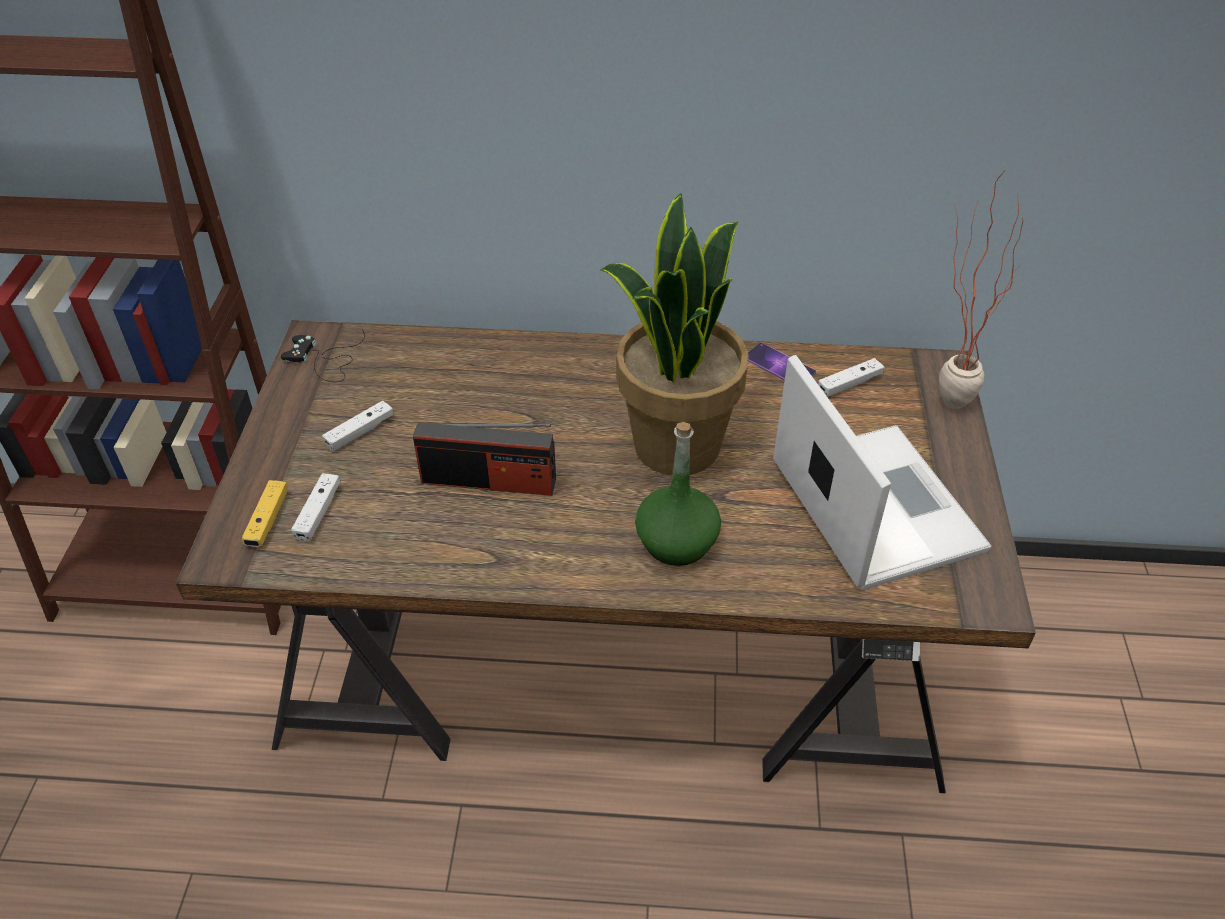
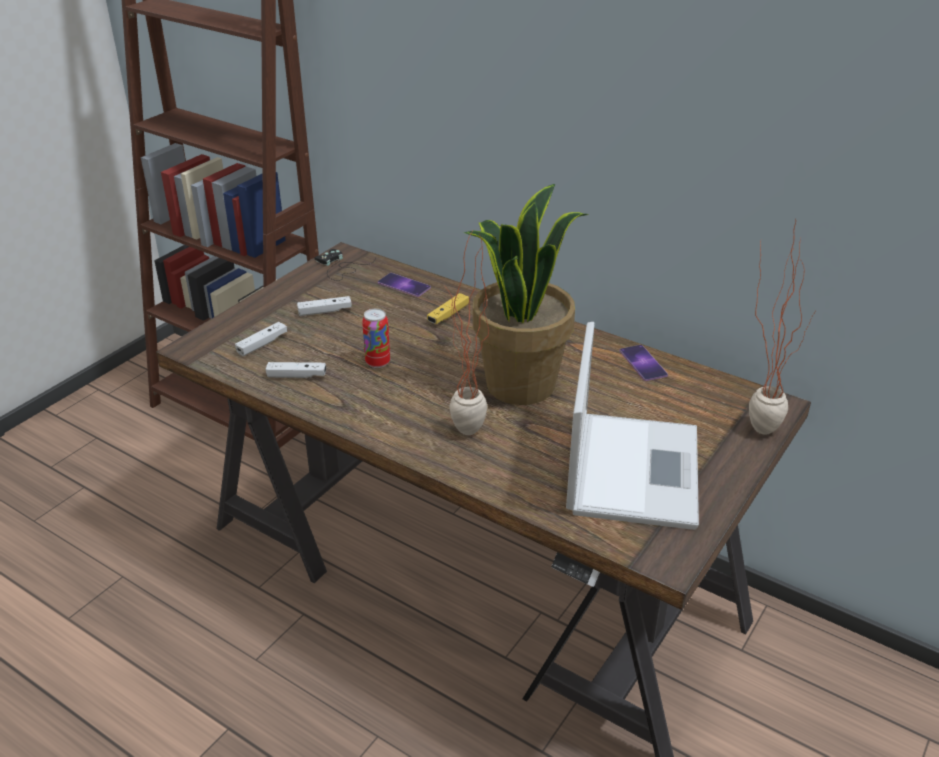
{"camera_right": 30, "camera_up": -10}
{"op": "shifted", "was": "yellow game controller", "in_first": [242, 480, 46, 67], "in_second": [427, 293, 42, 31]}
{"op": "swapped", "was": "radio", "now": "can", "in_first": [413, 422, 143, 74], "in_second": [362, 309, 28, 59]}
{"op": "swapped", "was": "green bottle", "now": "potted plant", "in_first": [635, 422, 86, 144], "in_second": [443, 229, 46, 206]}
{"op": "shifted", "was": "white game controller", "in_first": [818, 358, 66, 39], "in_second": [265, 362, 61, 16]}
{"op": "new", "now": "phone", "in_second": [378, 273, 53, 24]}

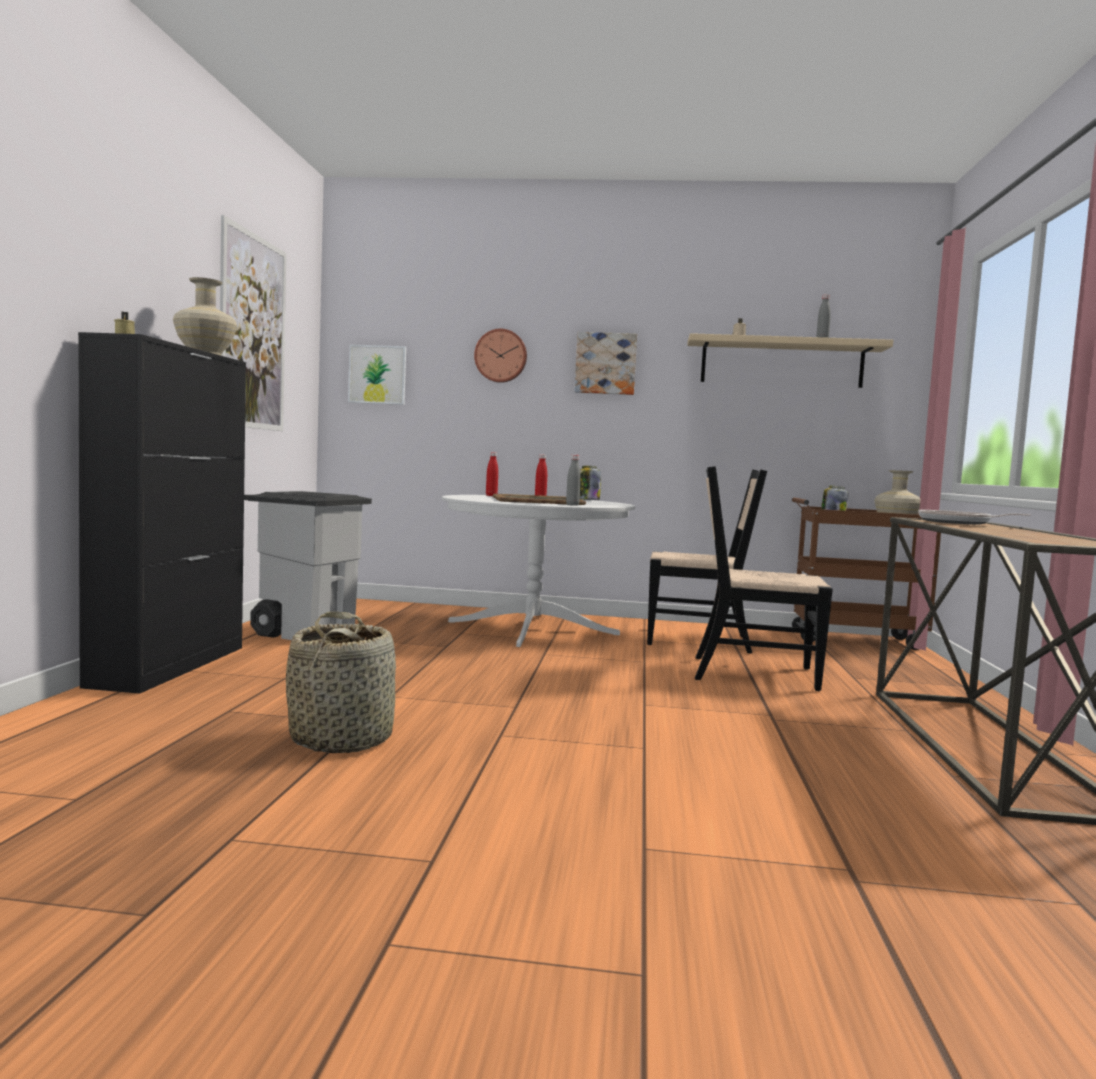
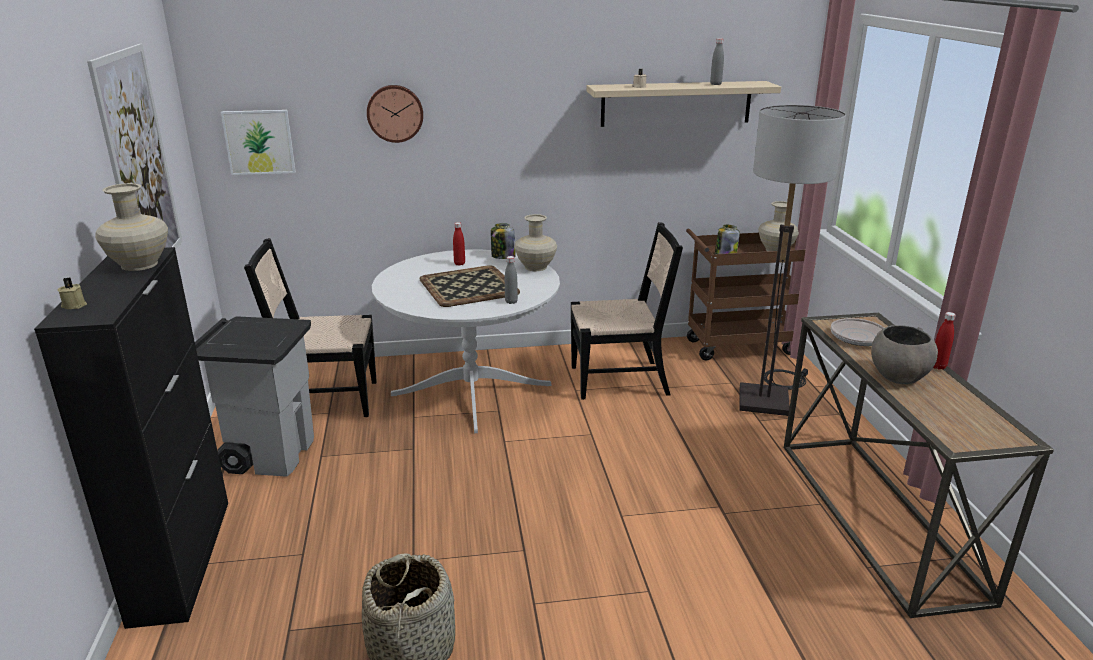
{"camera_right": -15, "camera_up": 20}
{"op": "shifted", "was": "red bottle", "in_first": [486, 452, 12, 44], "in_second": [933, 312, 23, 58]}
{"op": "gone", "was": "picture", "in_first": [574, 332, 63, 63]}
{"op": "shifted", "was": "chair", "in_first": [695, 466, 138, 225], "in_second": [244, 238, 133, 179]}
{"op": "new", "now": "beige vase", "in_second": [514, 214, 43, 57]}
{"op": "new", "now": "floor lamp", "in_second": [739, 105, 107, 311]}
{"op": "new", "now": "grey bowl", "in_second": [871, 325, 67, 59]}

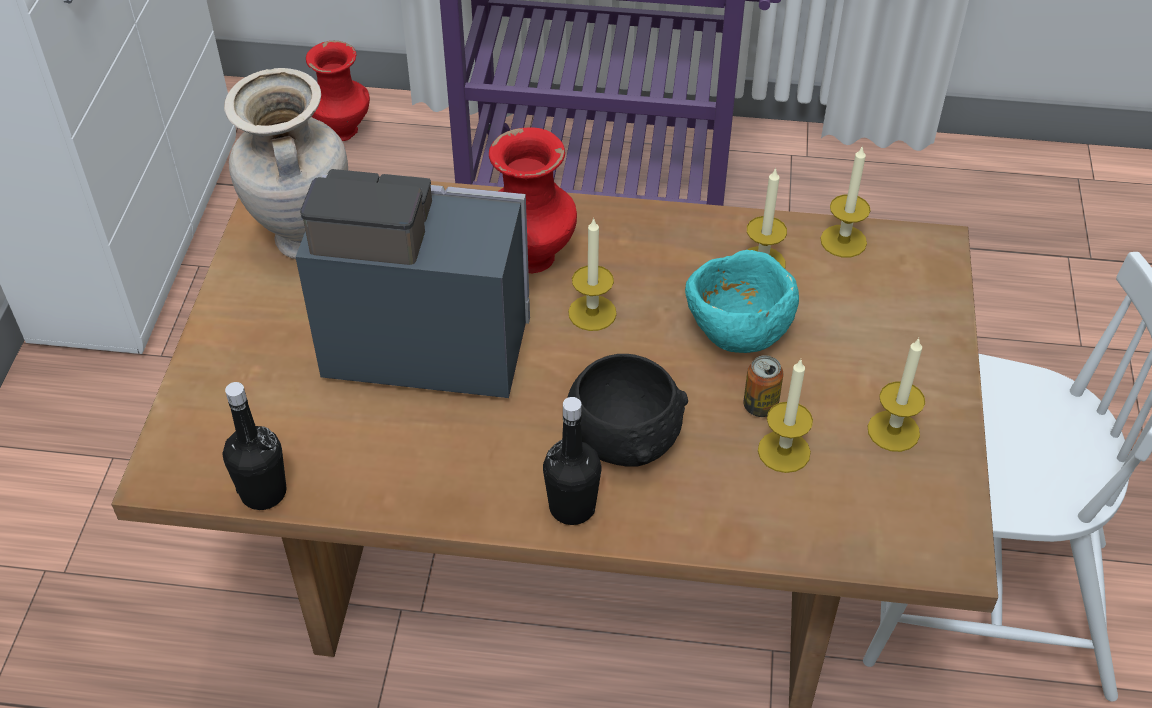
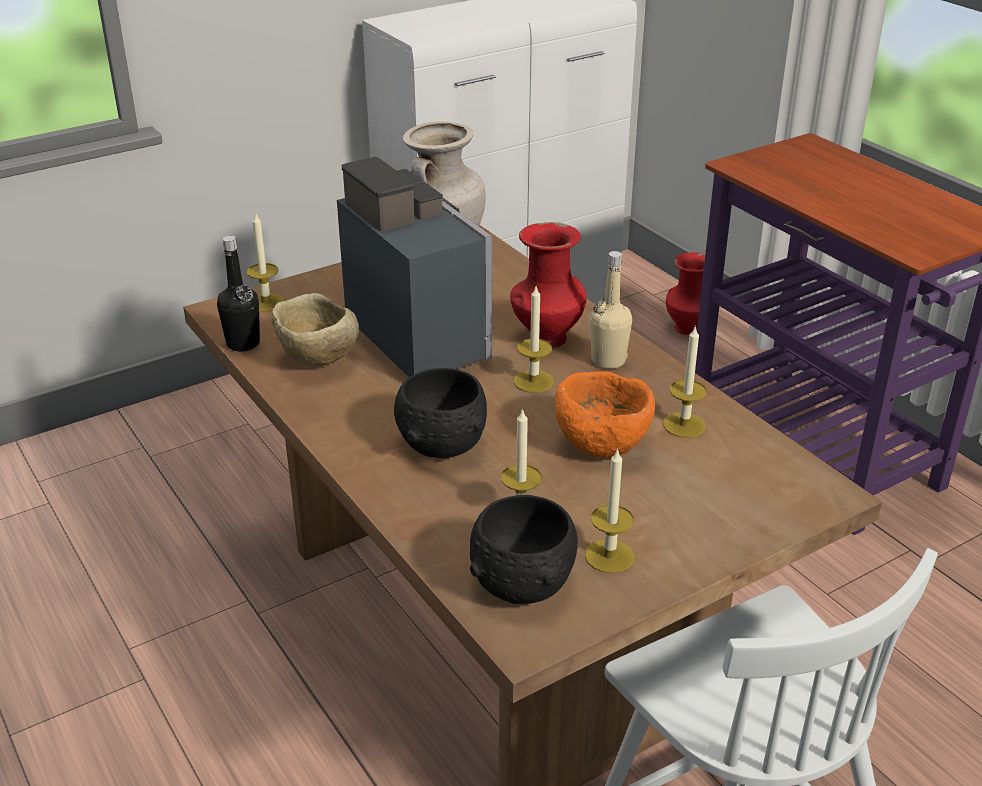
{"camera_right": 50, "camera_up": -15}
{"op": "gone", "was": "black bottle", "in_first": [543, 397, 59, 128]}
{"op": "repainted", "was": "turquoise bowl", "now": "orange bowl", "in_first": [685, 250, 114, 103], "in_second": [555, 371, 100, 87]}
{"op": "gone", "was": "can", "in_first": [743, 356, 40, 61]}
{"op": "shifted", "was": "candle", "in_first": [820, 145, 51, 112], "in_second": [246, 212, 39, 100]}
{"op": "new", "now": "beige bowl", "in_second": [271, 293, 88, 72]}
{"op": "new", "now": "black bowl", "in_second": [470, 495, 108, 109]}
{"op": "new", "now": "beige bottle", "in_second": [590, 251, 42, 118]}

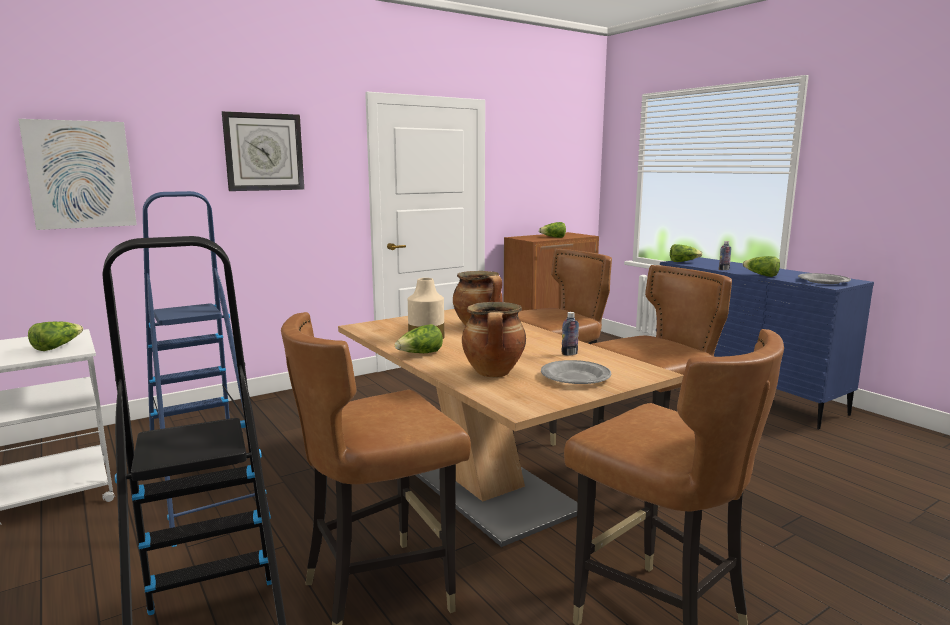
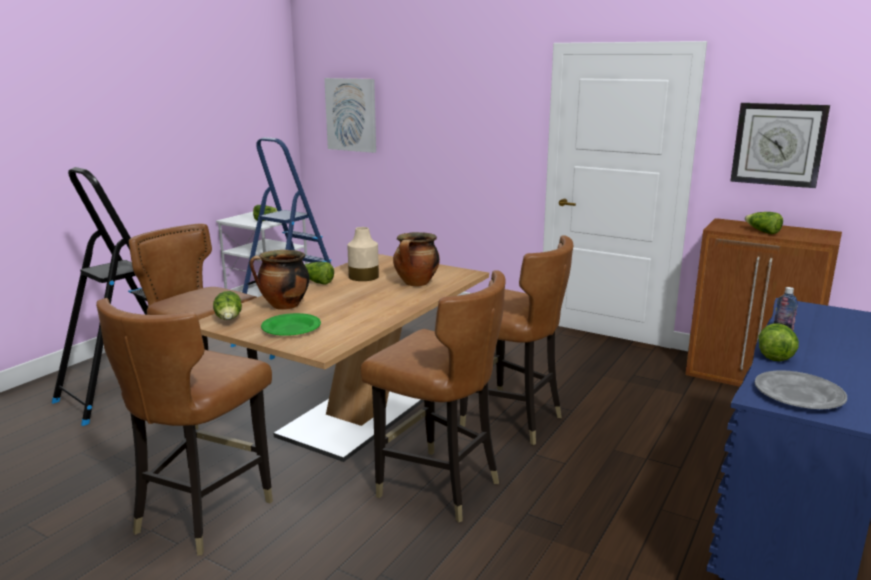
{"camera_right": 65, "camera_up": 5}
{"op": "shifted", "was": "wall clock", "in_first": [222, 111, 82, 80], "in_second": [730, 103, 100, 85]}
{"op": "repainted", "was": "grey plate", "now": "green plate", "in_first": [541, 360, 70, 24], "in_second": [261, 313, 60, 23]}
{"op": "gone", "was": "bottle", "in_first": [562, 312, 17, 44]}
{"op": "shifted", "was": "lettuce", "in_first": [670, 244, 32, 18], "in_second": [213, 291, 29, 29]}

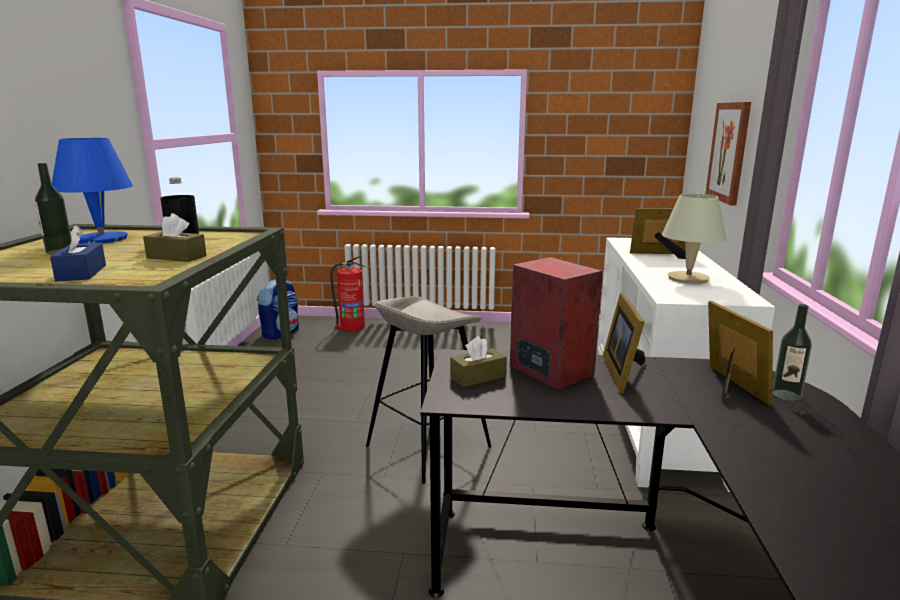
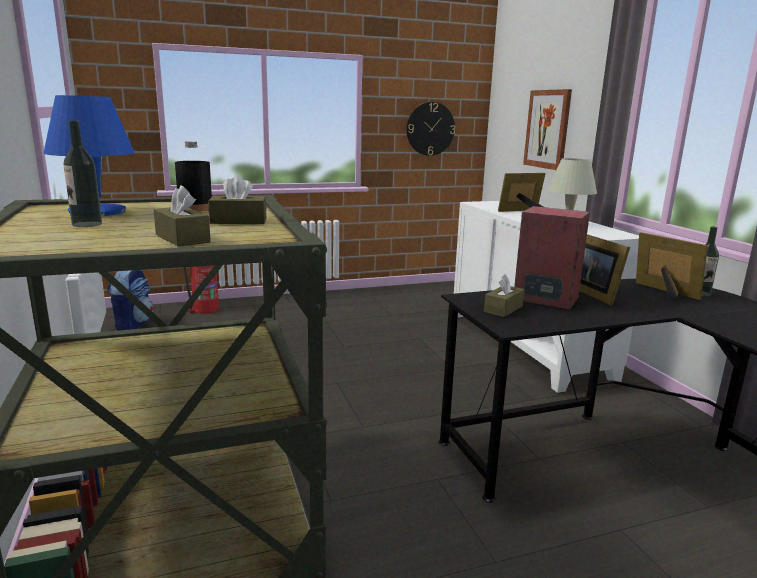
{"camera_right": -25, "camera_up": 0}
{"op": "repainted", "was": "blue tissue box", "now": "brown tissue box", "in_first": [50, 225, 56, 56], "in_second": [154, 186, 57, 61]}
{"op": "gone", "was": "grey stool", "in_first": [366, 296, 125, 188]}
{"op": "new", "now": "wall clock", "in_second": [407, 102, 48, 54]}

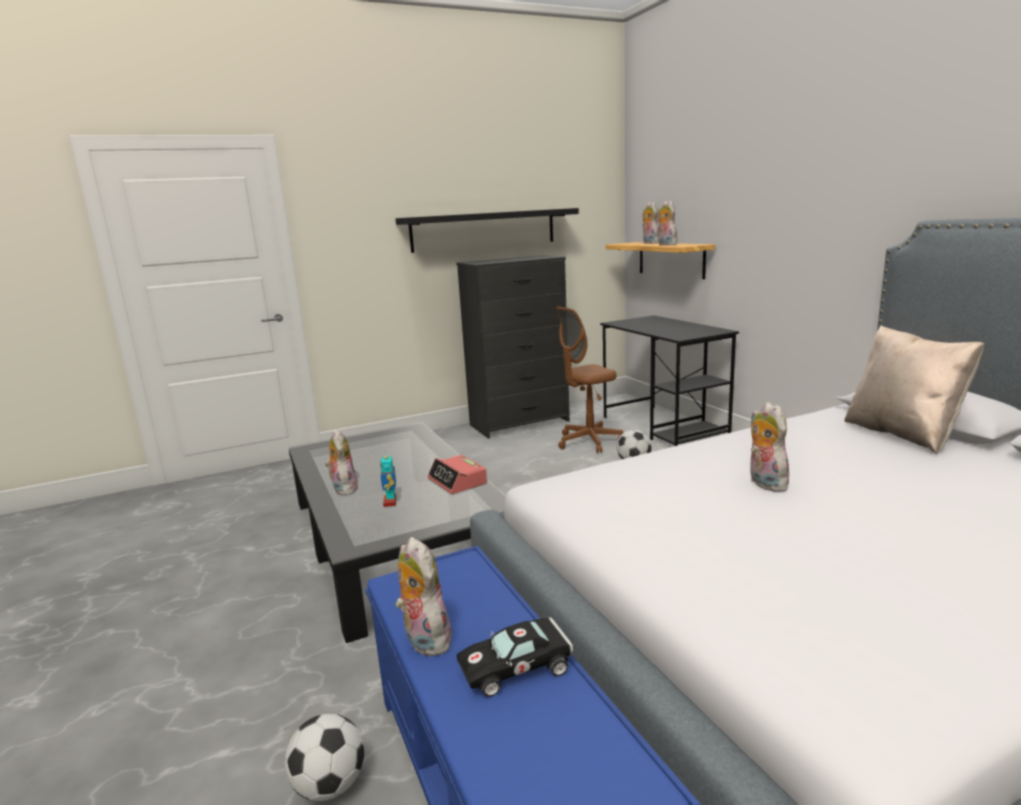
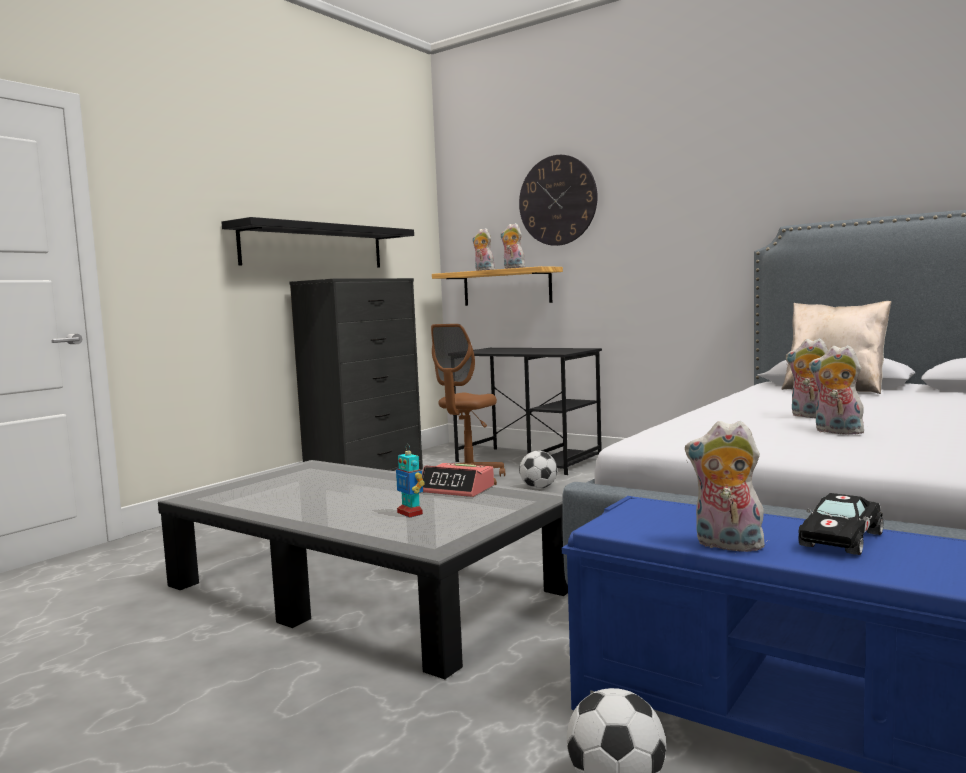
{"camera_right": -30, "camera_up": -10}
{"op": "shifted", "was": "plush toy", "in_first": [325, 429, 33, 66], "in_second": [809, 345, 55, 89]}
{"op": "new", "now": "wall clock", "in_second": [519, 155, 79, 91]}

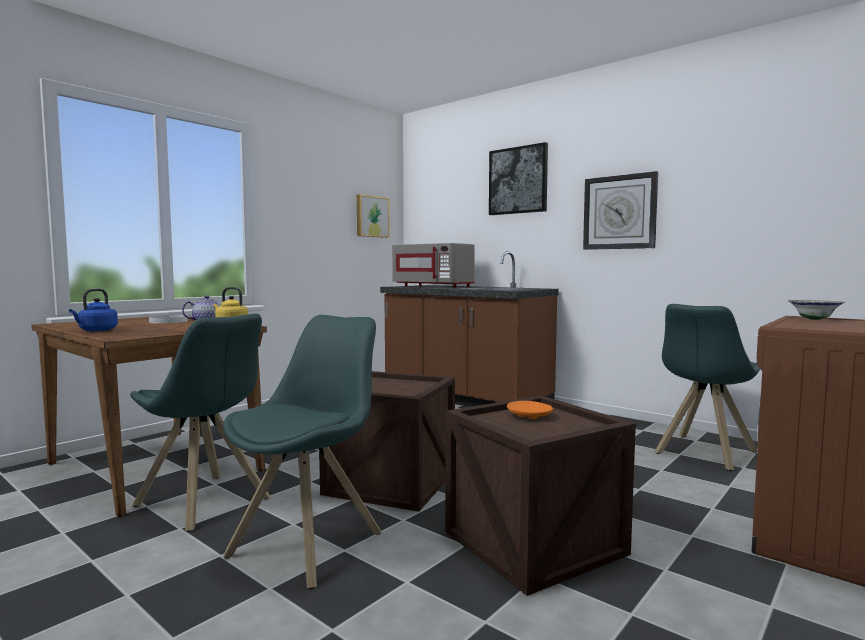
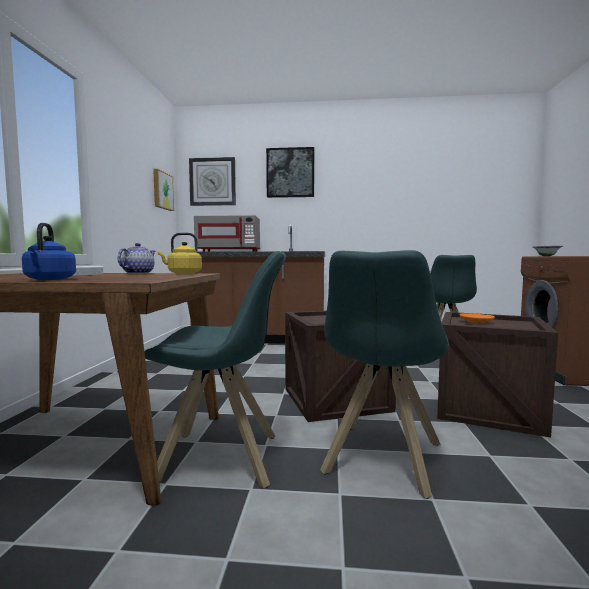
{"camera_right": -35, "camera_up": 0}
{"op": "rotated", "was": "turquoise chair", "in_first": [223, 315, 159, 274], "in_second": [320, 250, 129, 249], "clockwise": -150}
{"op": "shifted", "was": "wall clock", "in_first": [583, 171, 75, 79], "in_second": [189, 157, 47, 49]}

